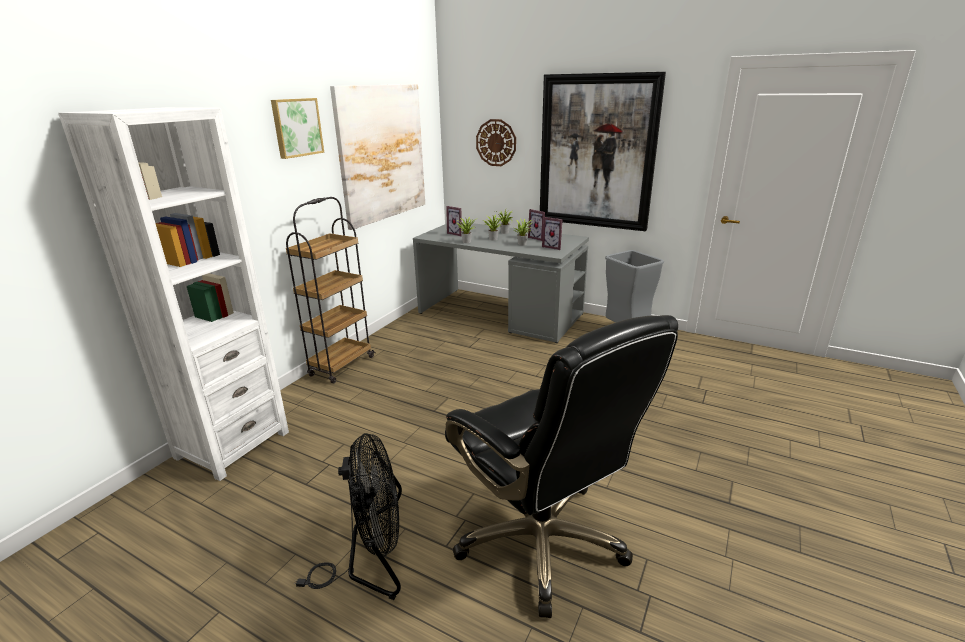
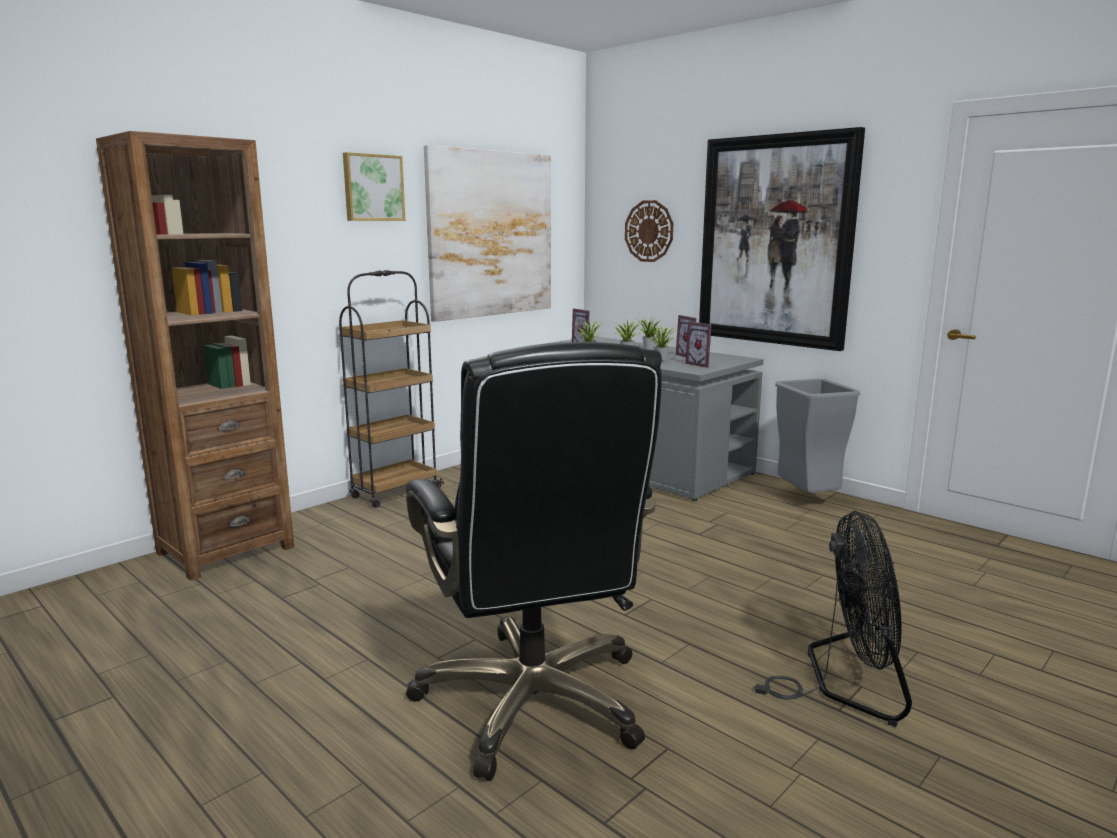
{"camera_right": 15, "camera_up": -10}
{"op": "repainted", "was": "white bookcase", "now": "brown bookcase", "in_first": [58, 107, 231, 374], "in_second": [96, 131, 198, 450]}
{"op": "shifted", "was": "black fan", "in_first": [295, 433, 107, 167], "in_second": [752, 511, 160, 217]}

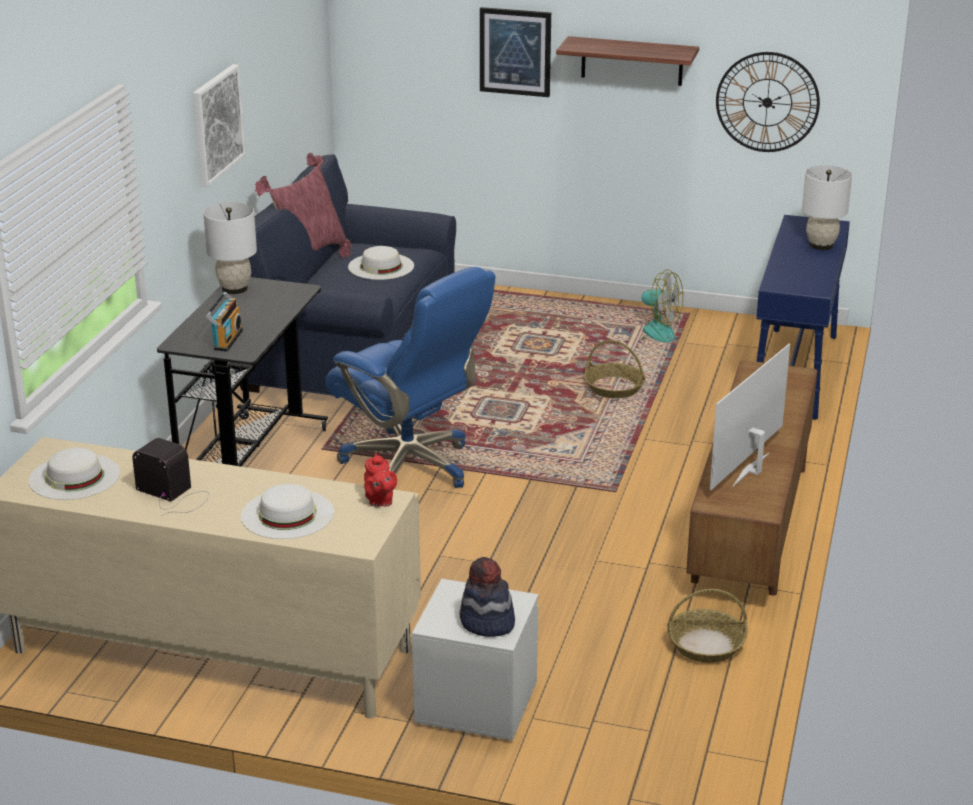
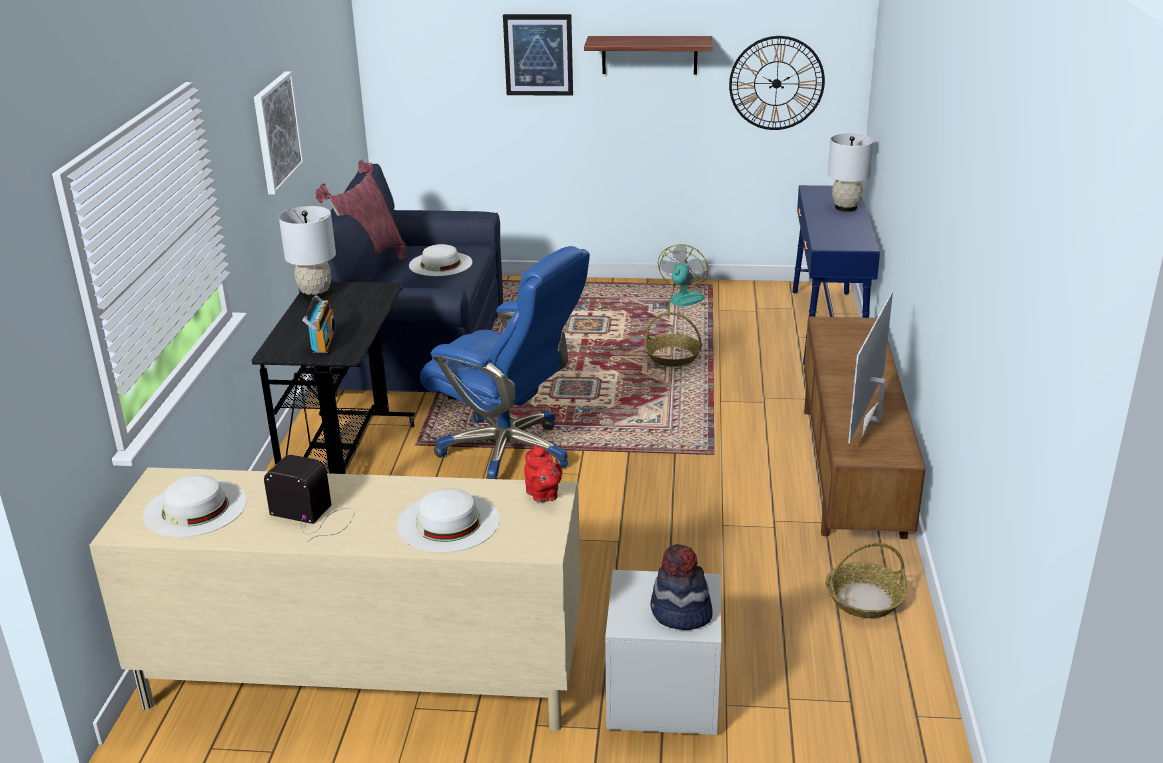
{"camera_right": -10, "camera_up": 0}
{"op": "rotated", "was": "fan", "in_first": [627, 269, 56, 74], "in_second": [658, 244, 50, 68], "clockwise": -90}

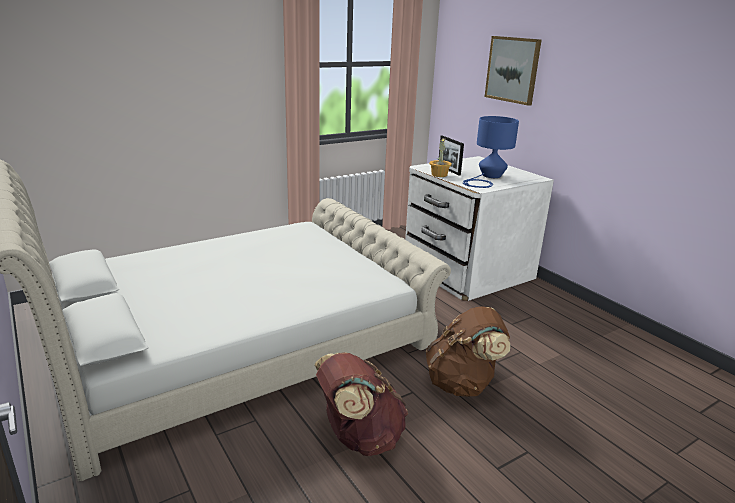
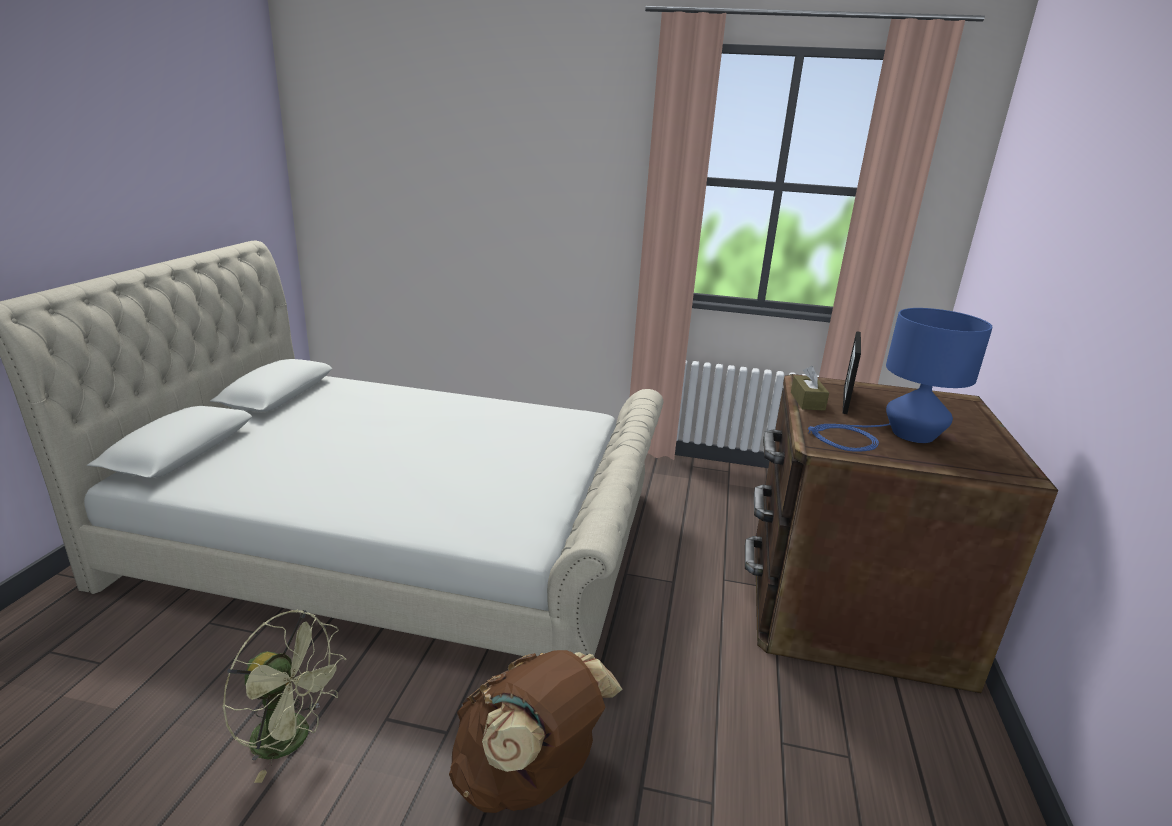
{"camera_right": 45, "camera_up": 0}
{"op": "swapped", "was": "brown backpack", "now": "green fan", "in_first": [314, 352, 95, 104], "in_second": [222, 609, 124, 174]}
{"op": "repainted", "was": "white dresser", "now": "brown dresser", "in_first": [405, 156, 149, 145], "in_second": [745, 374, 313, 319]}
{"op": "swapped", "was": "potted plant", "now": "brown tissue box", "in_first": [429, 138, 23, 39], "in_second": [791, 366, 38, 45]}
{"op": "gone", "was": "picture", "in_first": [485, 36, 57, 70]}

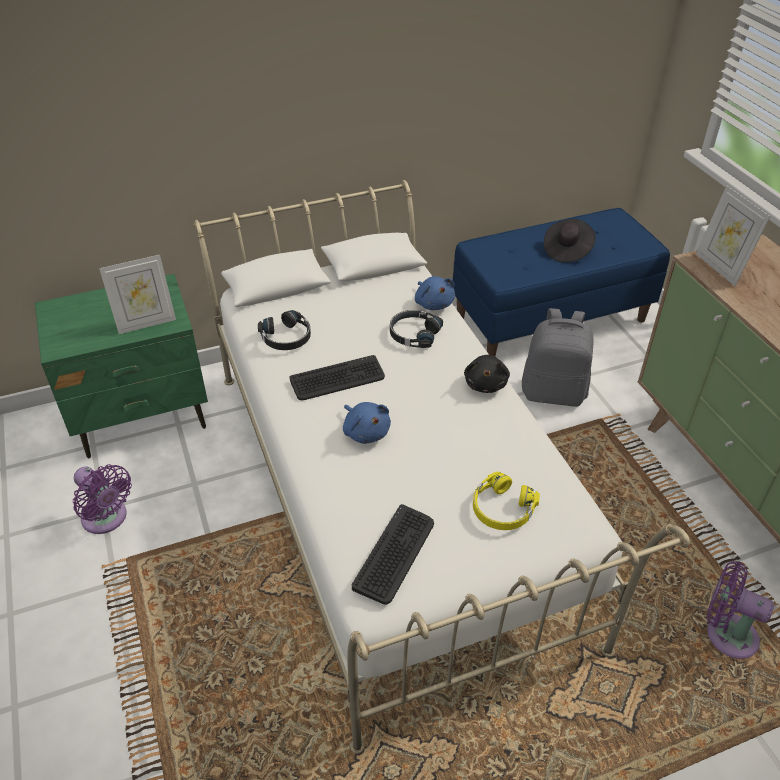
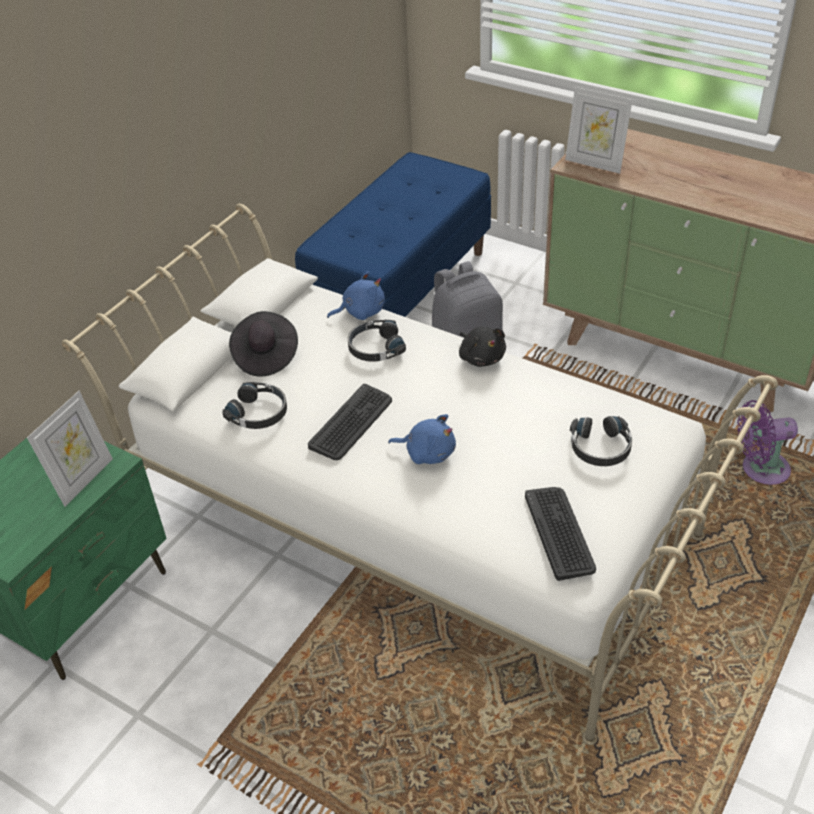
{"camera_right": -35, "camera_up": 0}
{"op": "gone", "was": "purple fan", "in_first": [73, 464, 59, 70]}
{"op": "rotated", "was": "blue plush toy", "in_first": [415, 276, 40, 34], "in_second": [327, 271, 58, 49], "clockwise": -45}
{"op": "repainted", "was": "yellow headphones", "now": "black headphones", "in_first": [473, 471, 67, 59], "in_second": [570, 416, 62, 50]}
{"op": "shifted", "was": "black hat", "in_first": [544, 219, 52, 44], "in_second": [229, 311, 69, 66]}

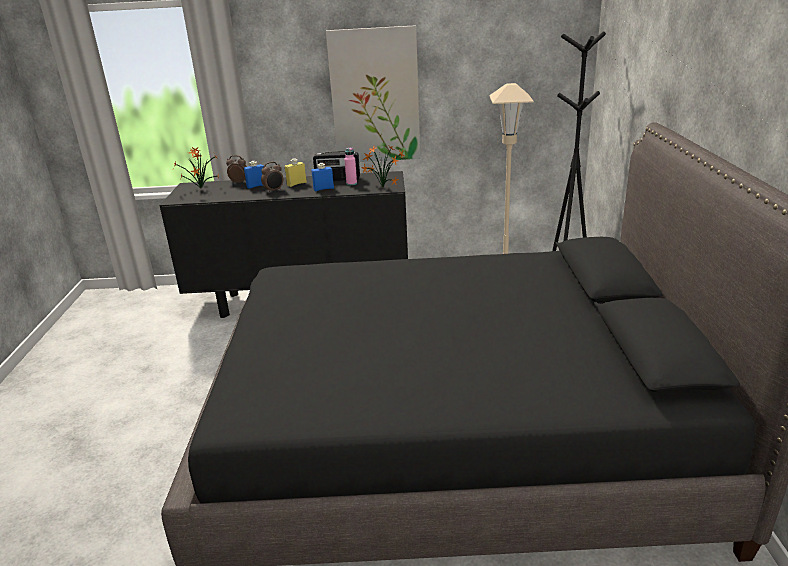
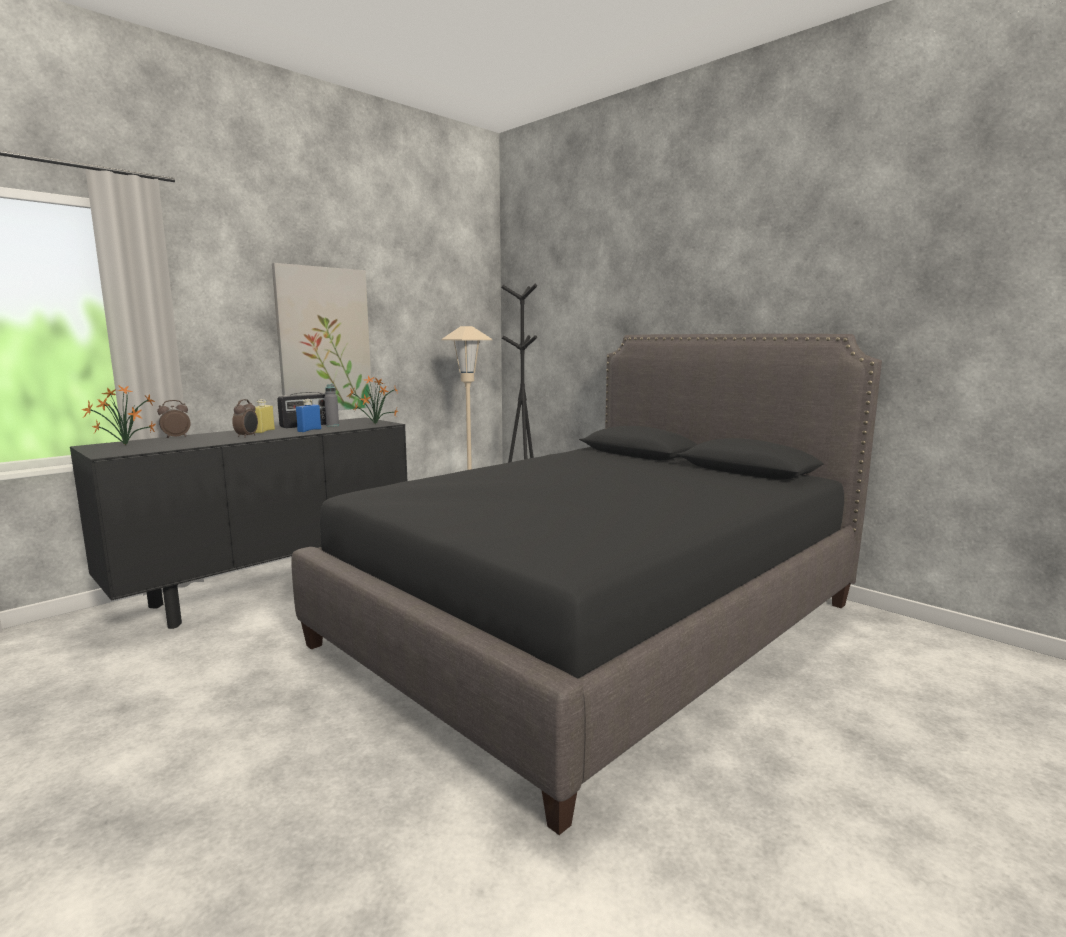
{"camera_right": -45, "camera_up": -15}
{"op": "gone", "was": "blue bottle", "in_first": [244, 161, 20, 28]}
{"op": "repainted", "was": "pink bottle", "now": "grey bottle", "in_first": [344, 147, 13, 38], "in_second": [324, 384, 15, 43]}

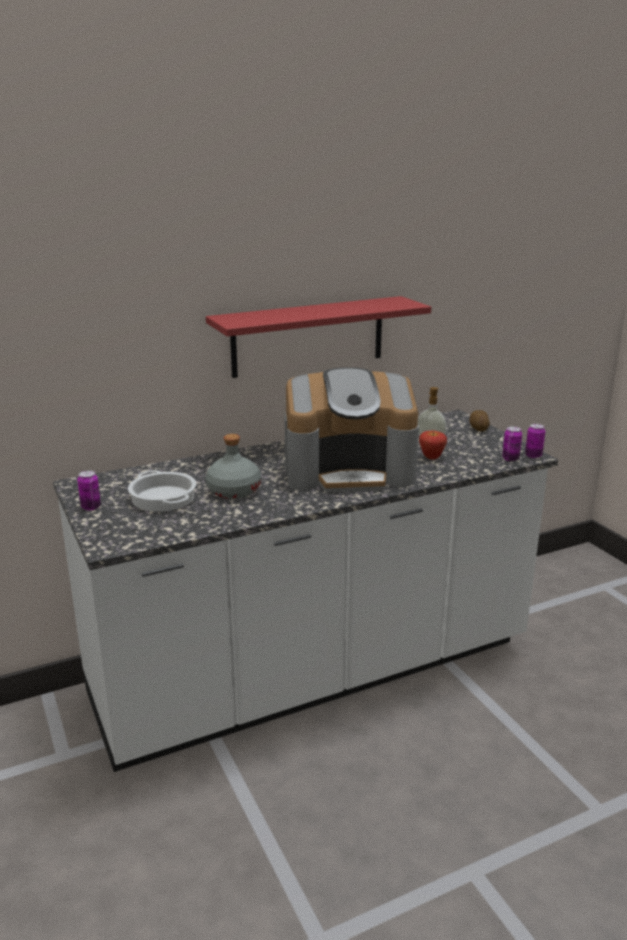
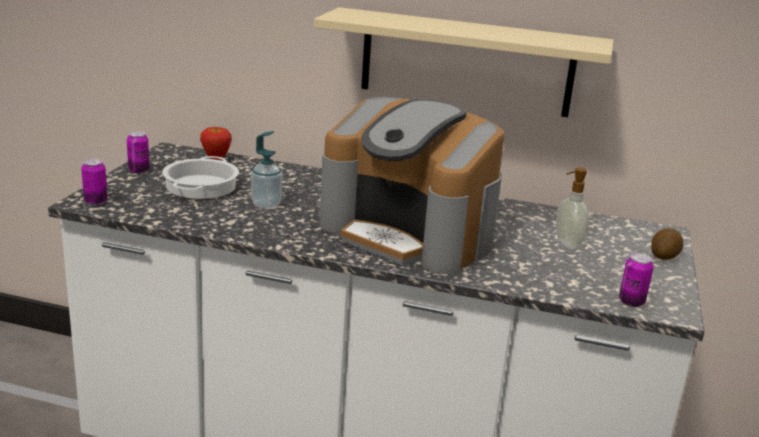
{"camera_right": 40, "camera_up": 0}
{"op": "repainted", "was": "red shelf", "now": "beige shelf", "in_first": [206, 296, 225, 82], "in_second": [314, 7, 300, 110]}
{"op": "swapped", "was": "grey bottle", "now": "soap dispenser", "in_first": [206, 434, 55, 65], "in_second": [251, 131, 31, 78]}
{"op": "shifted", "was": "apple", "in_first": [419, 430, 28, 30], "in_second": [200, 127, 32, 33]}
{"op": "shifted", "was": "can", "in_first": [525, 424, 20, 34], "in_second": [81, 159, 27, 46]}

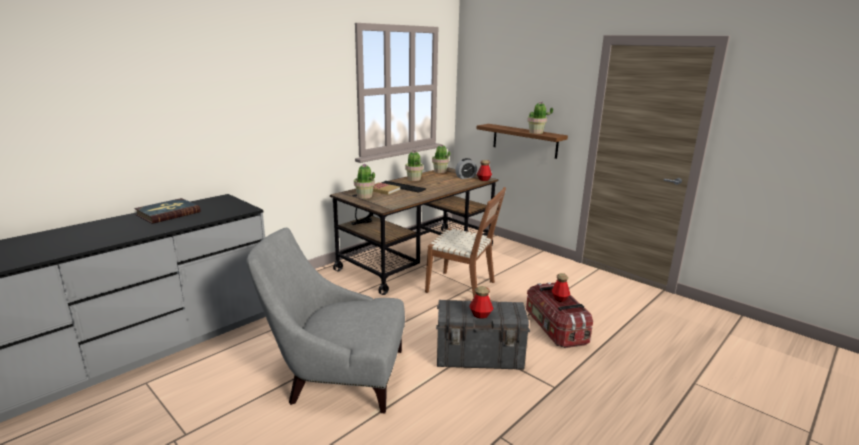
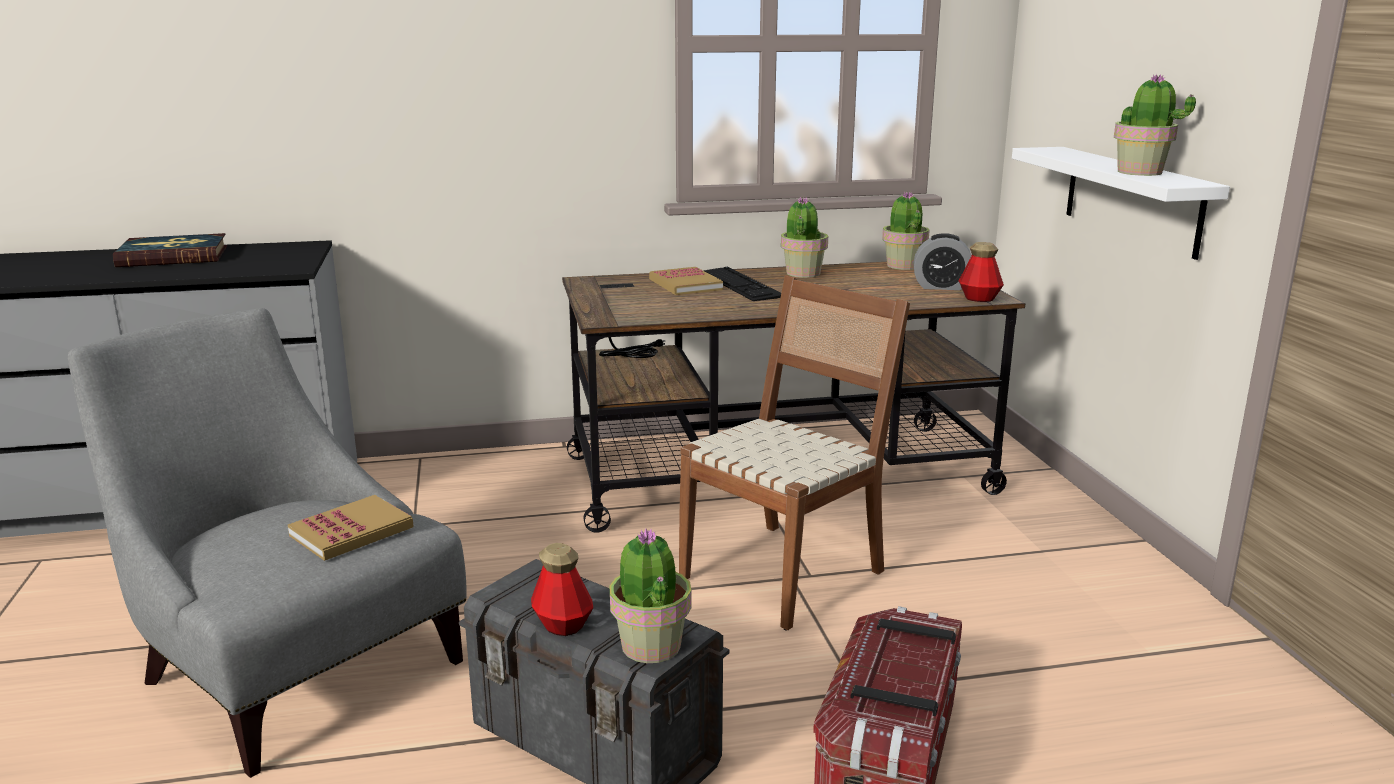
{"camera_right": 35, "camera_up": 0}
{"op": "shifted", "was": "potted plant", "in_first": [354, 164, 21, 35], "in_second": [610, 529, 82, 134]}
{"op": "rotated", "was": "chair", "in_first": [425, 187, 81, 111], "in_second": [679, 276, 231, 354], "clockwise": -105}
{"op": "repainted", "was": "brown shelf", "now": "white shelf", "in_first": [477, 124, 91, 35], "in_second": [1012, 147, 218, 113]}
{"op": "gone", "was": "bottle", "in_first": [552, 273, 18, 29]}
{"op": "new", "now": "book", "in_second": [288, 495, 126, 66]}

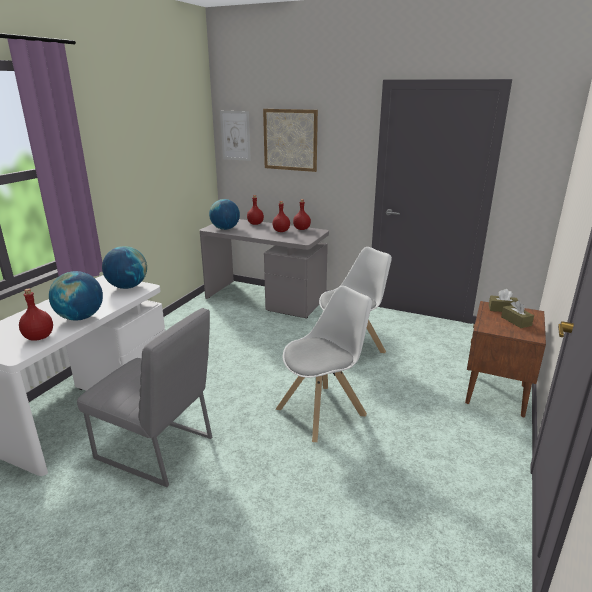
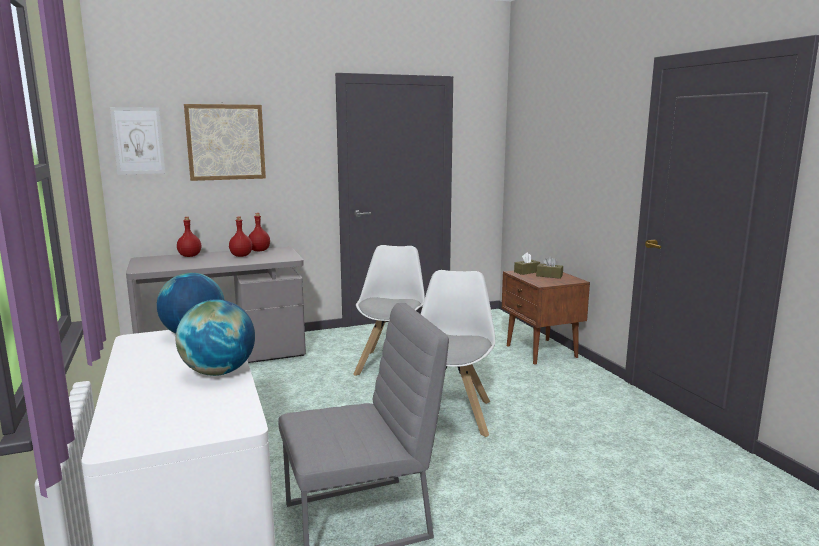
{"camera_right": -45, "camera_up": -10}
{"op": "gone", "was": "red bottle", "in_first": [19, 289, 34, 52]}
{"op": "gone", "was": "globe", "in_first": [209, 199, 31, 31]}

